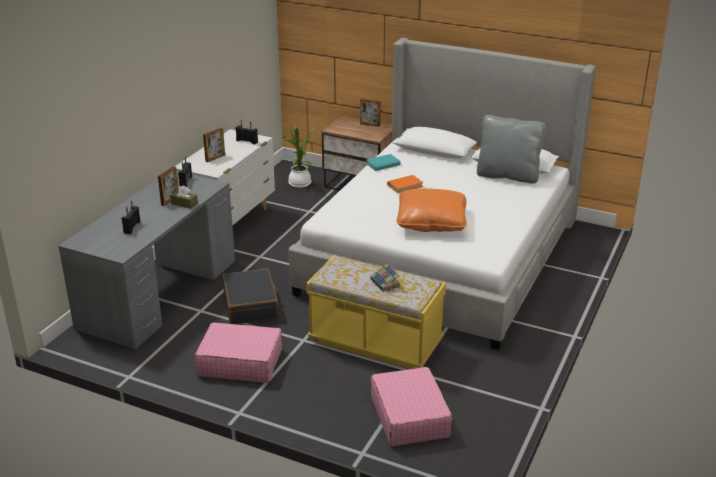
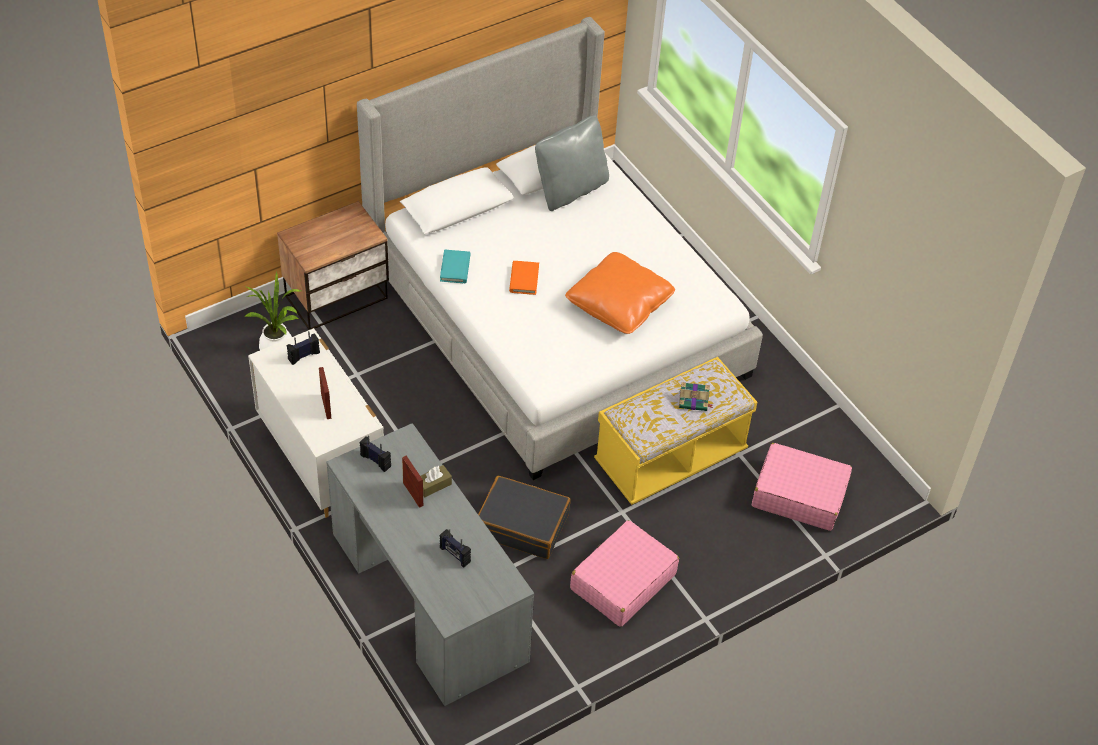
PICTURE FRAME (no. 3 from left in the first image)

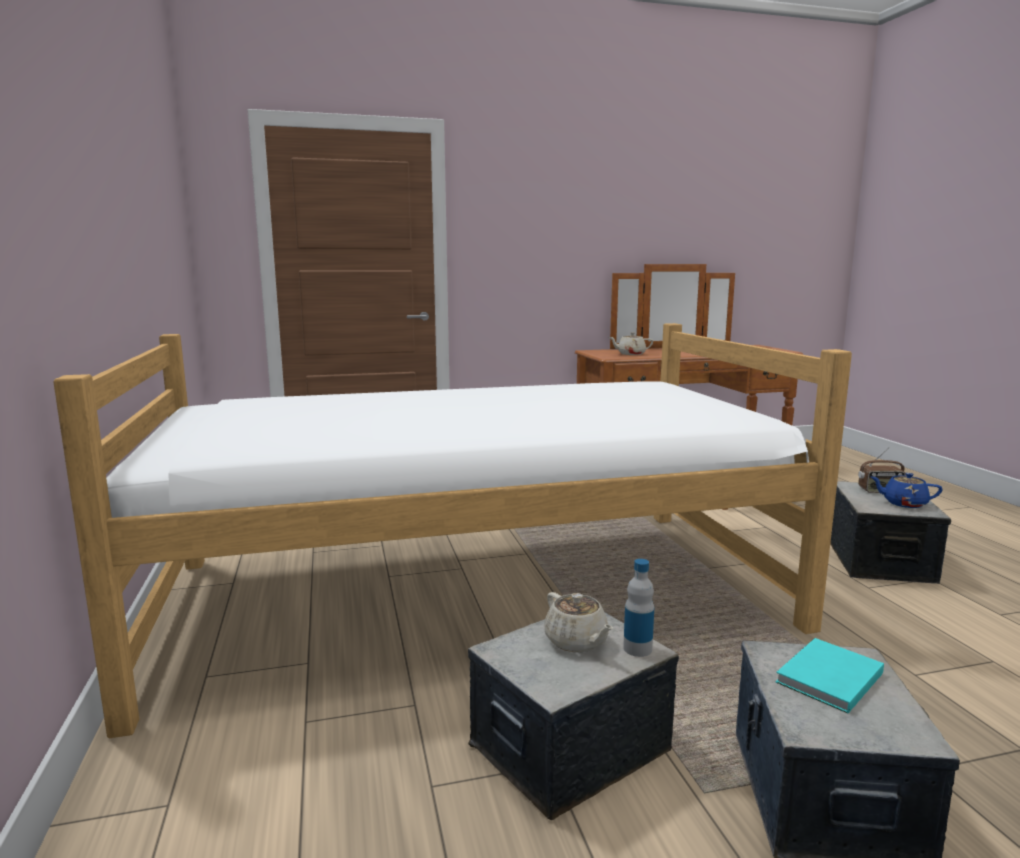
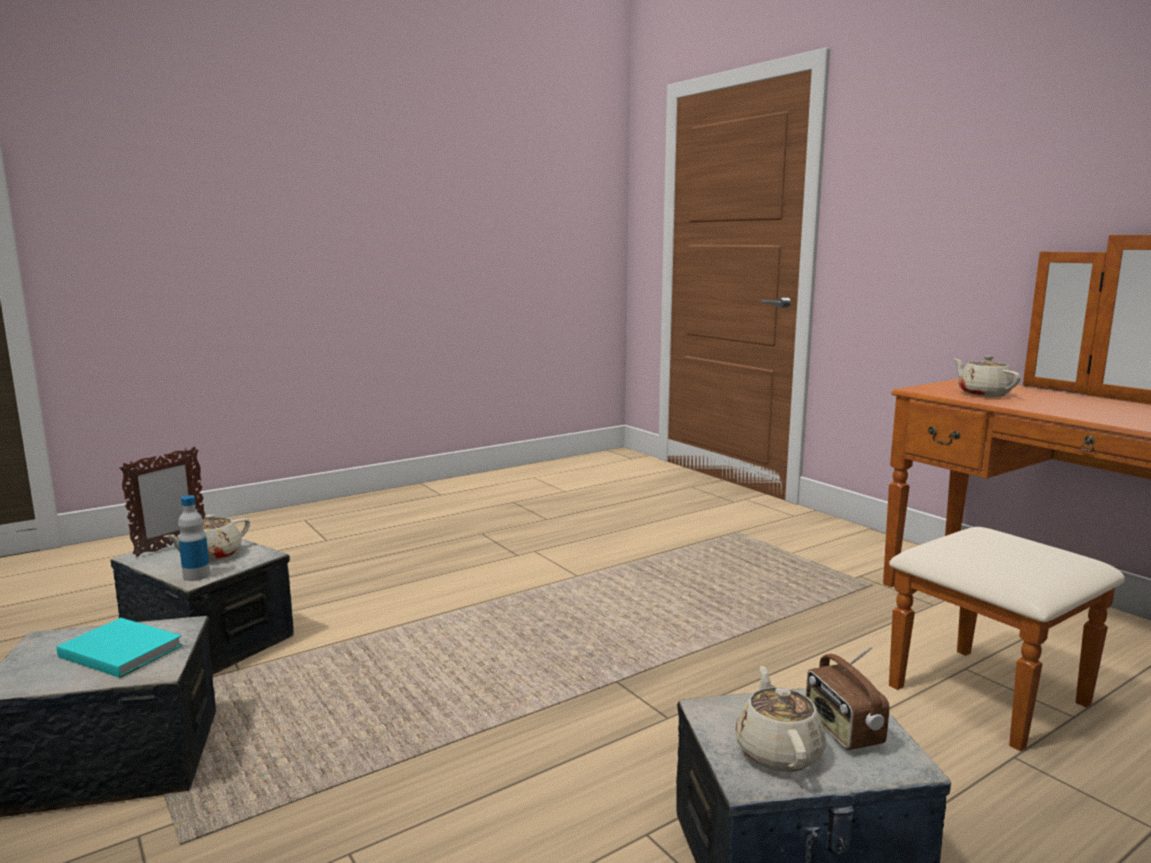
BED
BEIGE TEAPOT (no. 2 from left)
PICTURE FRAME

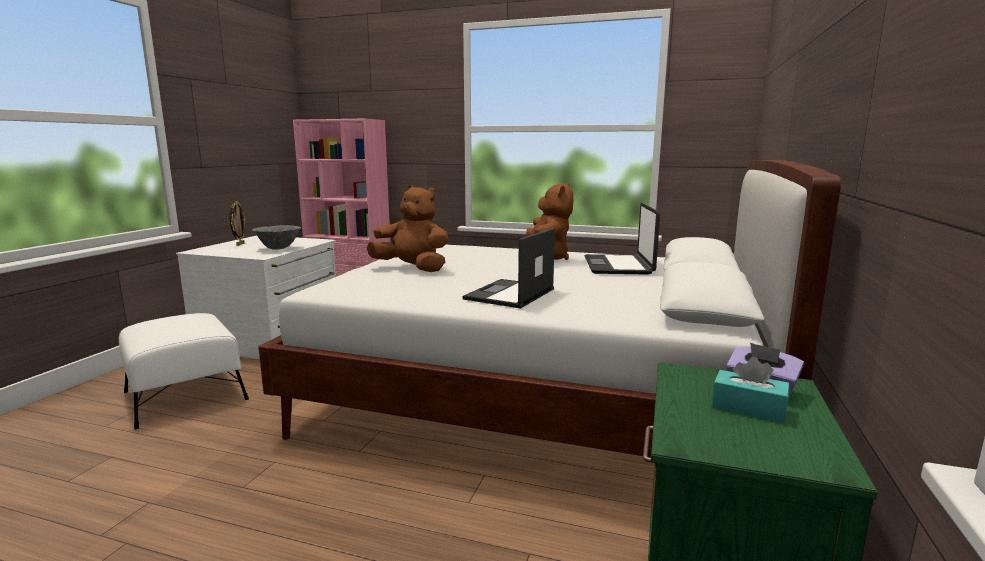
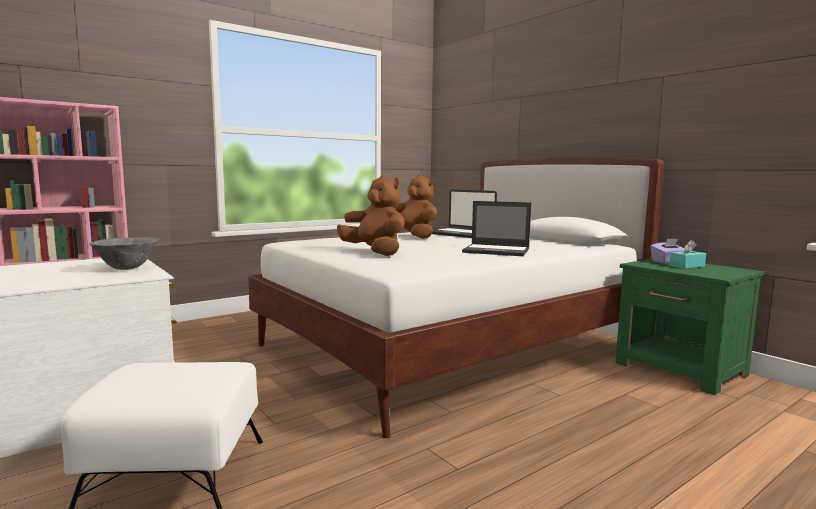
PICTURE FRAME
BROWN PLUSH TOY (no. 1 from left)
LAPTOP (no. 2 from left)

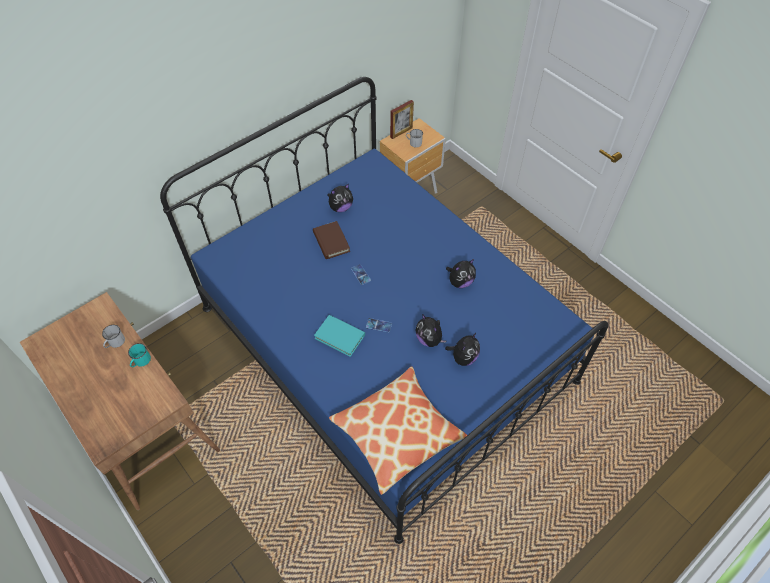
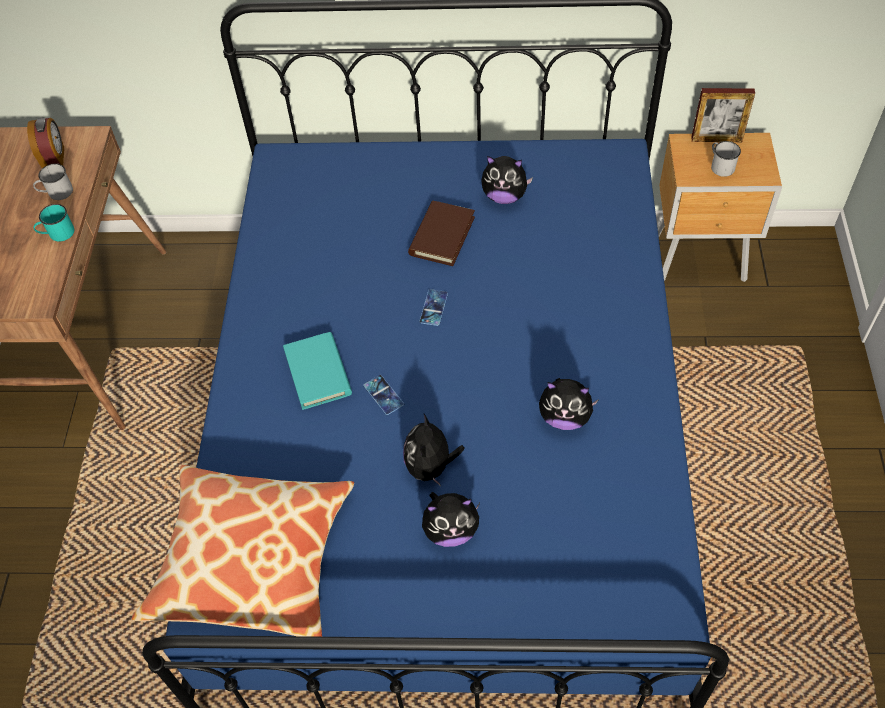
ALARM CLOCK

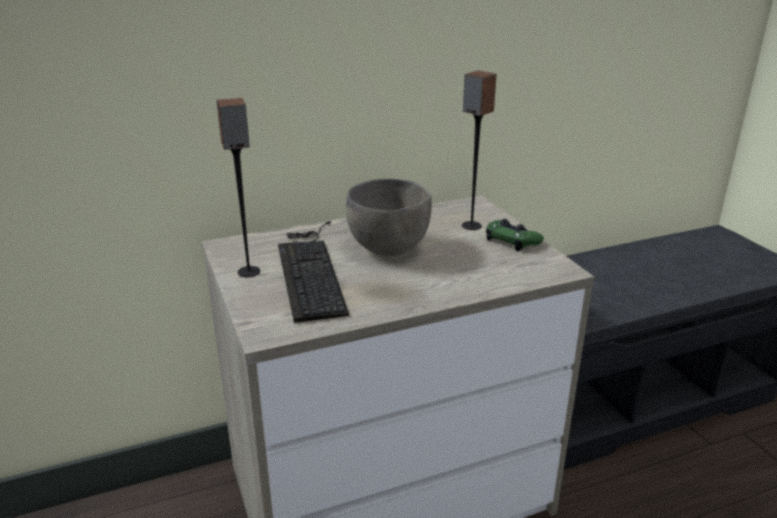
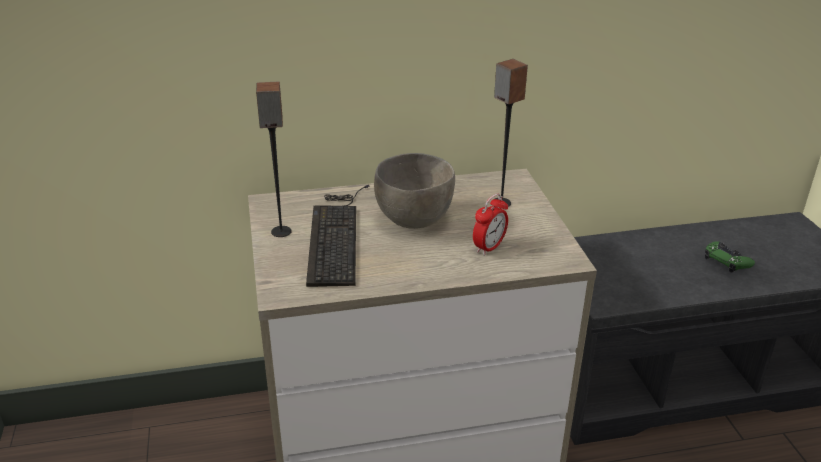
GREEN GAME CONTROLLER
ALARM CLOCK

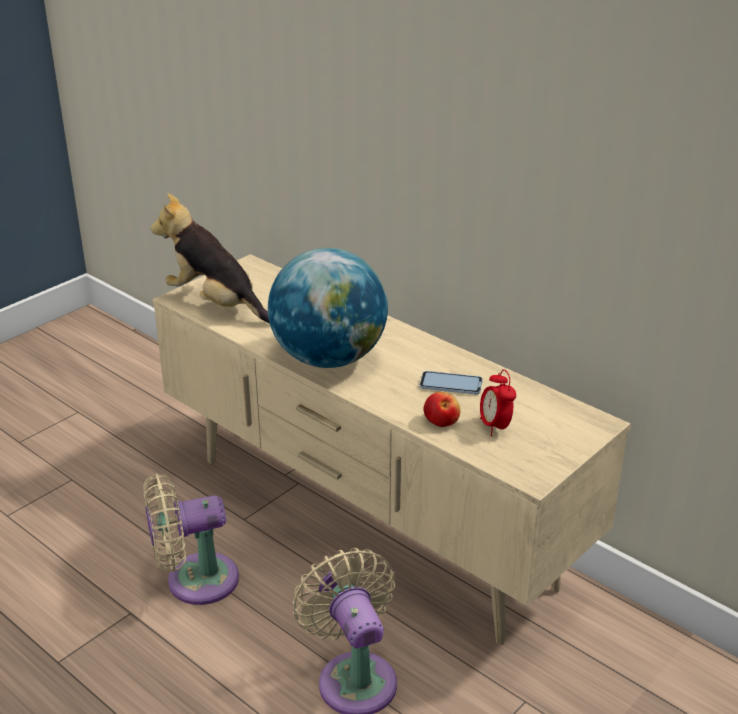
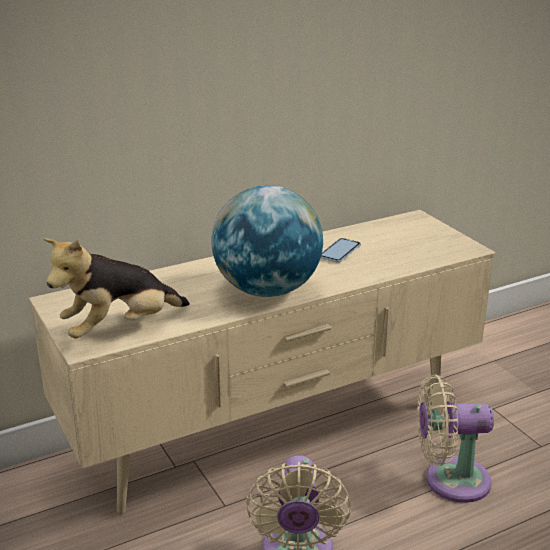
APPLE
ALARM CLOCK

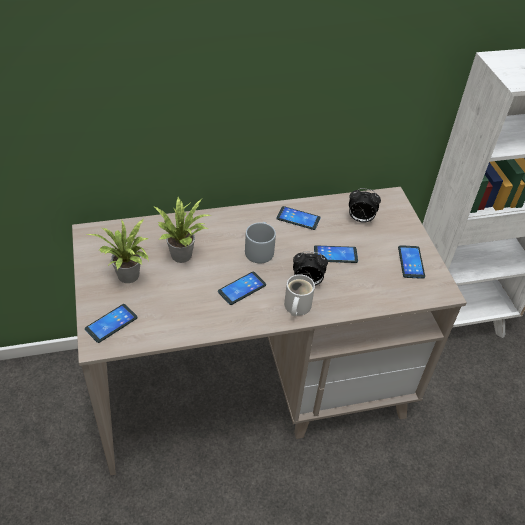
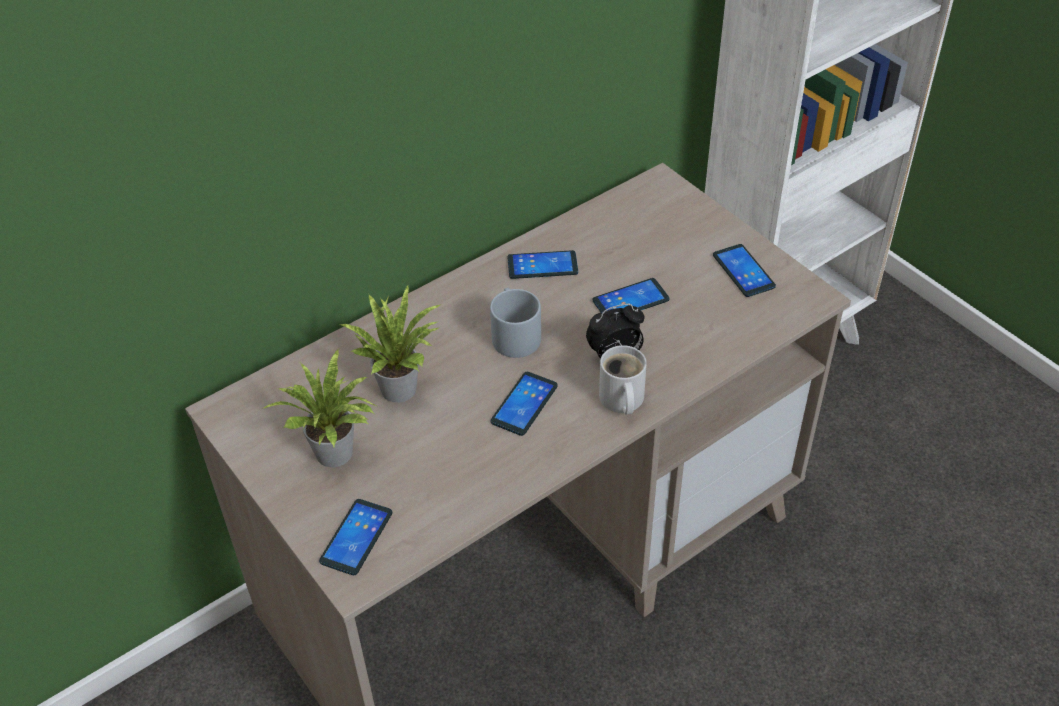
ALARM CLOCK (no. 2 from left in the first image)

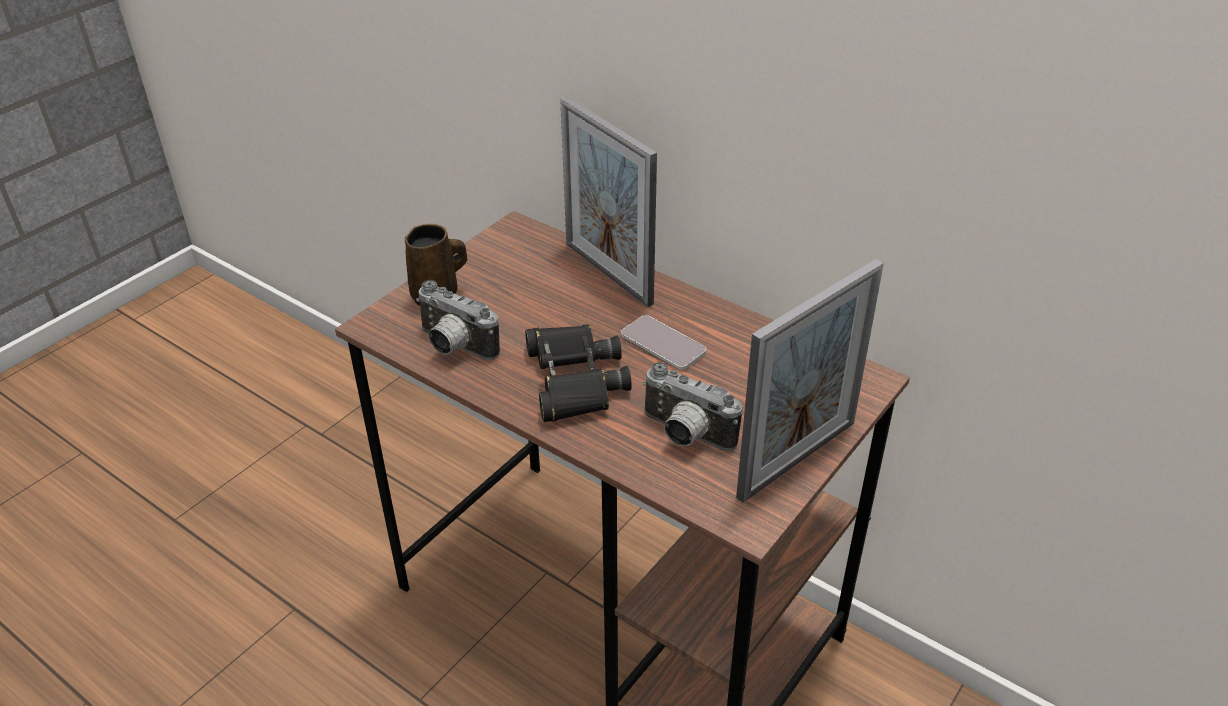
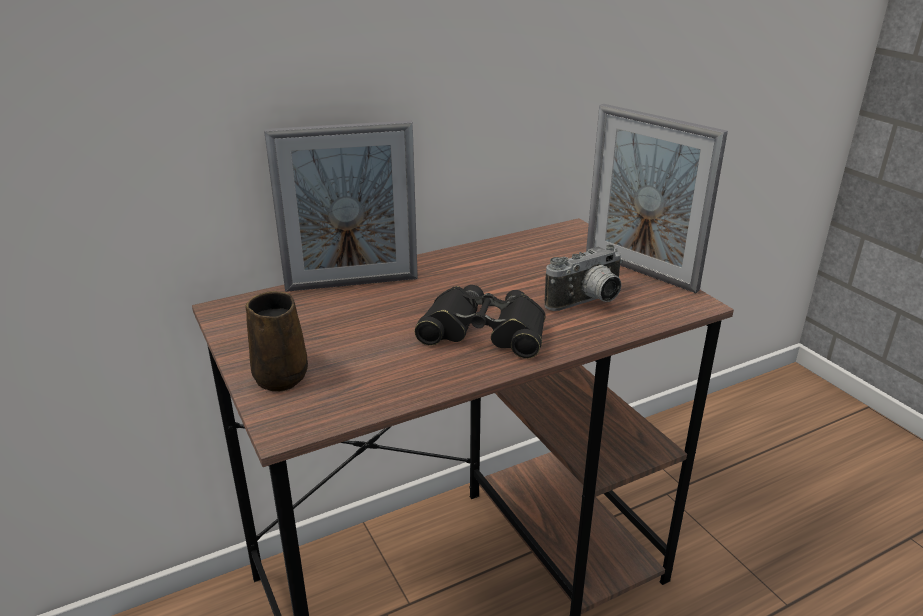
PHOTO CAMERA (no. 1 from left in the first image)
PHONE
PICTURE FRAME (no. 2 from left)

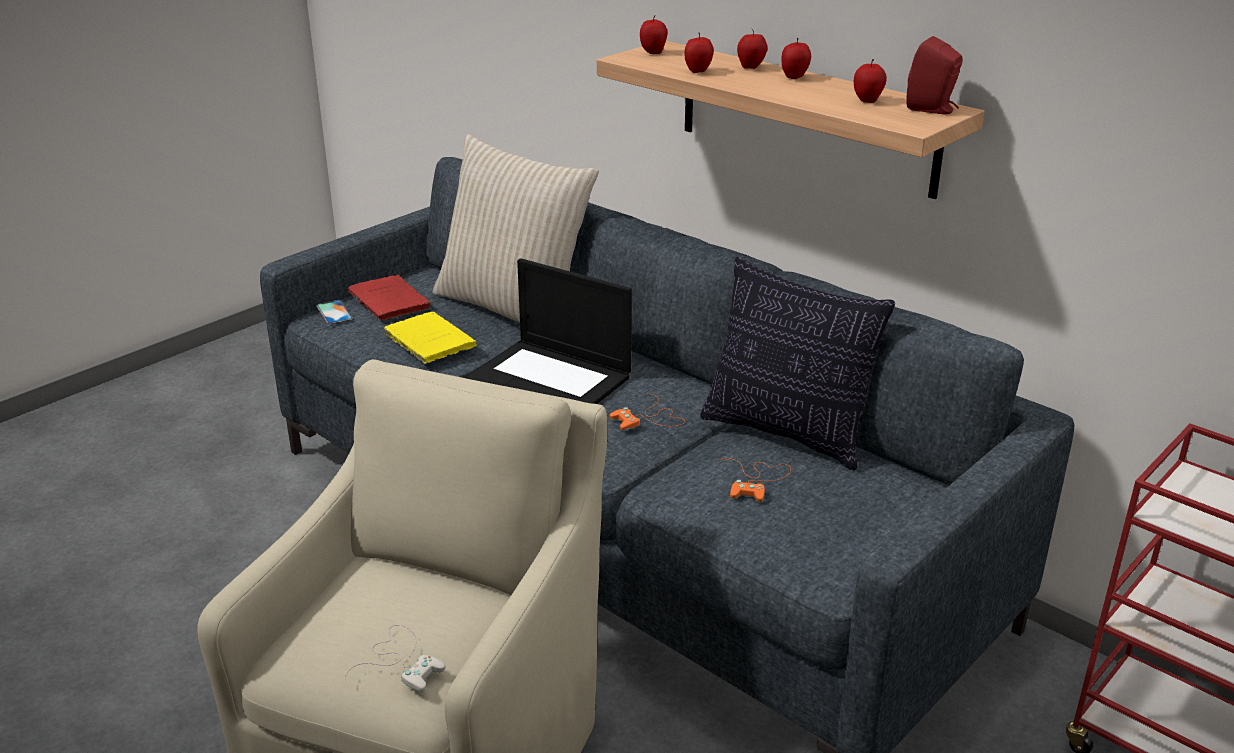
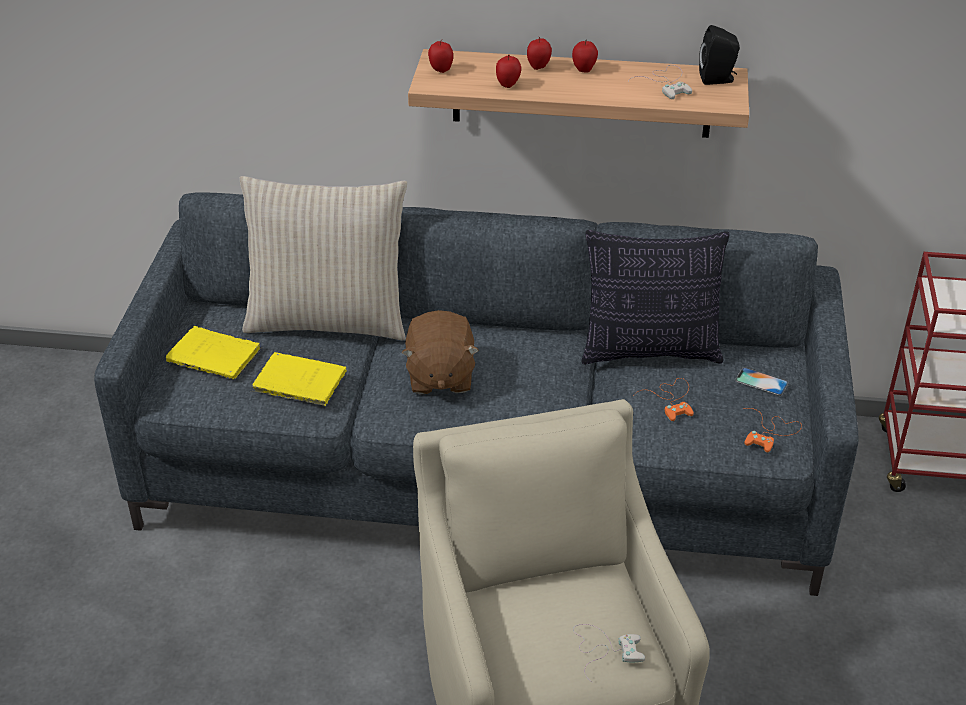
PHONE
YELLOW BOOK (no. 1 from left)
BROWN PLUSH TOY
ORANGE GAME CONTROLLER (no. 2 from left)
WHITE GAME CONTROLLER (no. 2 from left)
BLACK SPEAKER

